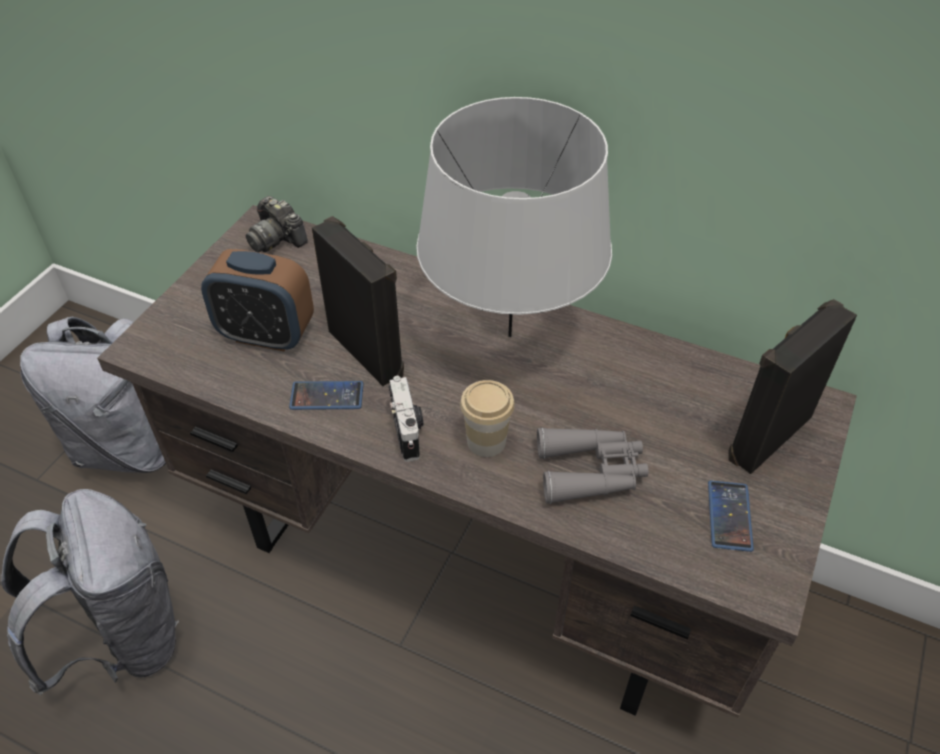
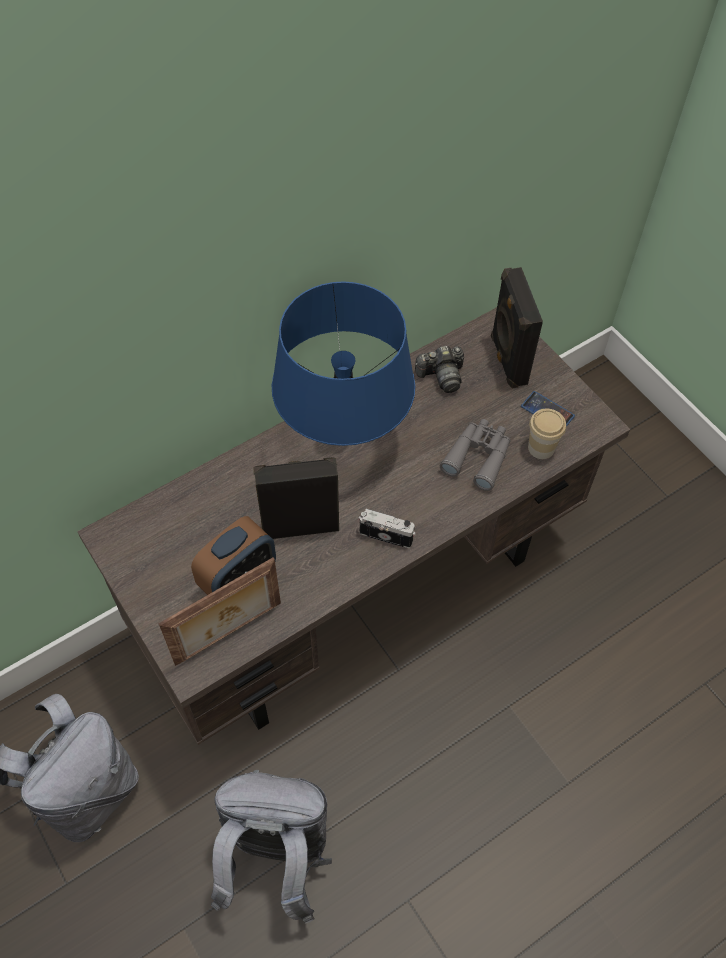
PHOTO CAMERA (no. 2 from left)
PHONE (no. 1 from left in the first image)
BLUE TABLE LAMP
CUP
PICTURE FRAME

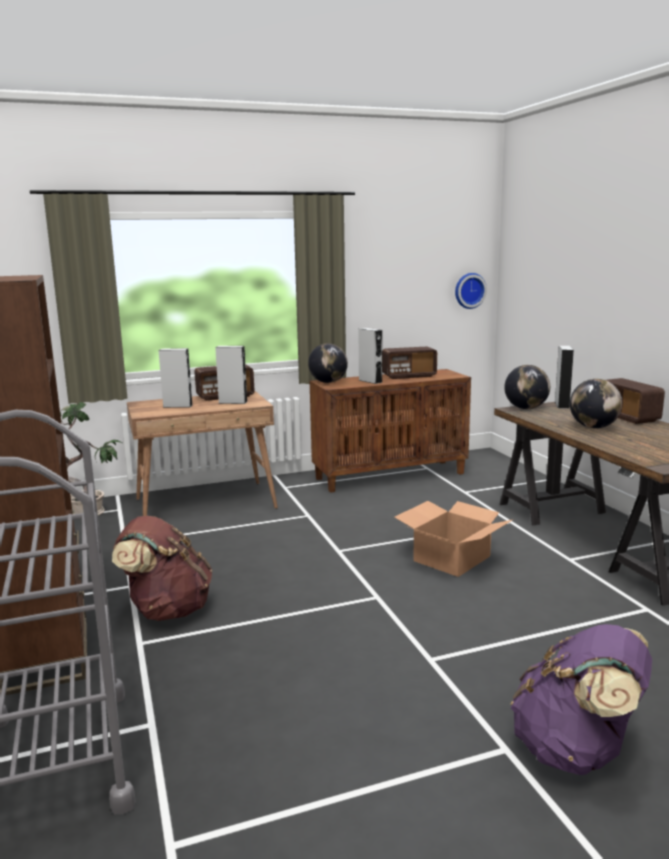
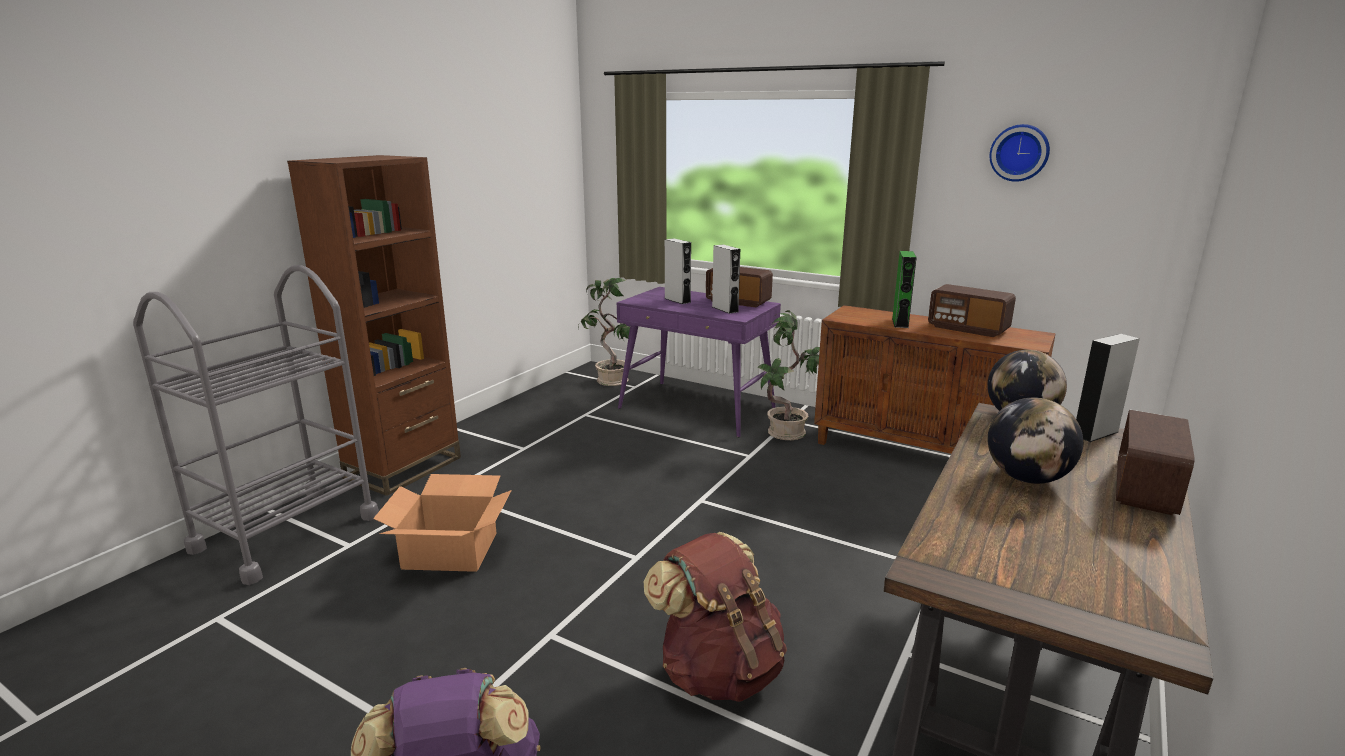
BROWN BACKPACK
PURPLE DESK
GLOBE (no. 1 from left in the first image)
GREEN SPEAKER
CARDBOARD BOX
WALL CLOCK
POTTED PLANT (no. 2 from left)

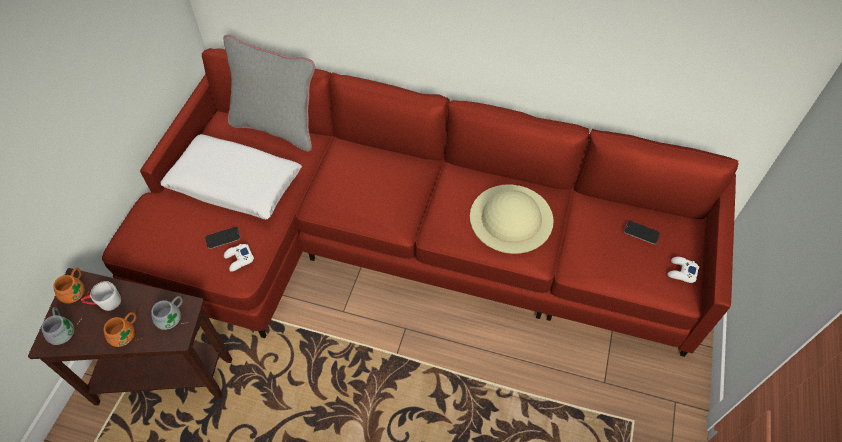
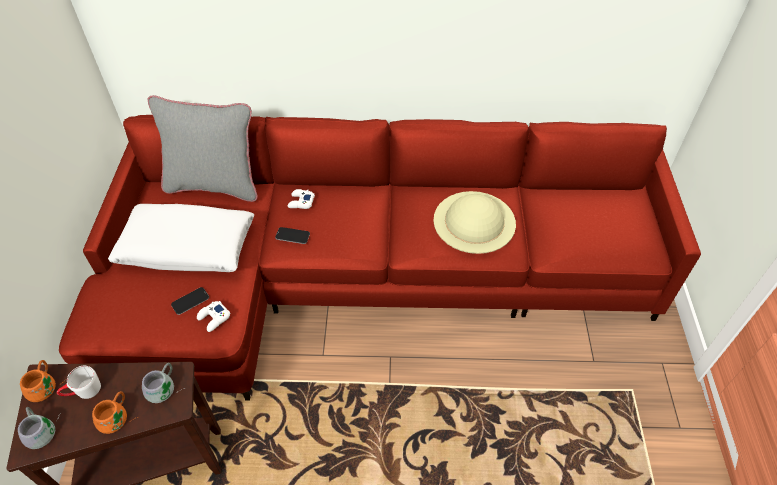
PHONE (no. 2 from left)
WHITE GAME CONTROLLER (no. 2 from left)

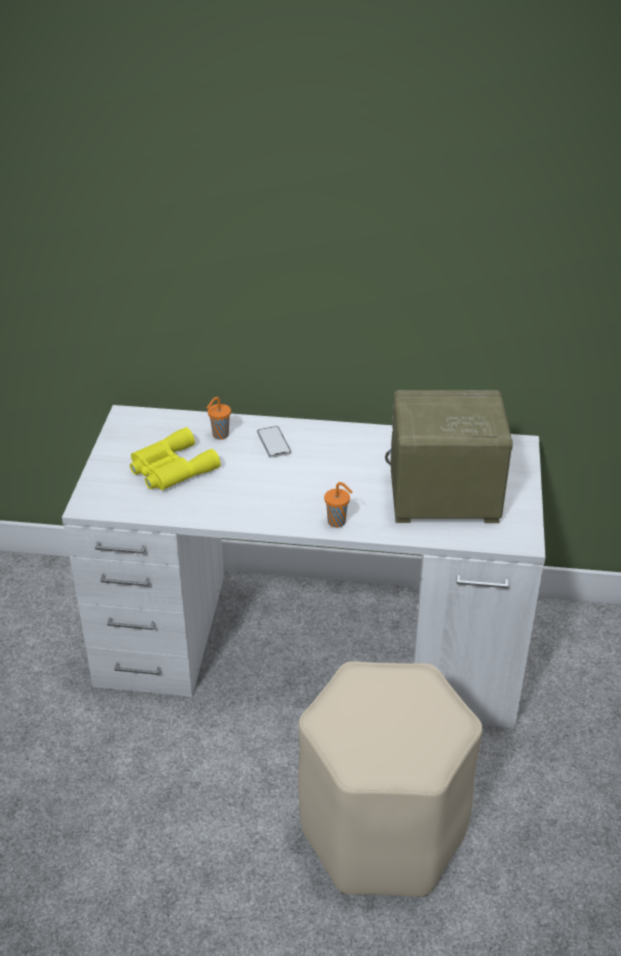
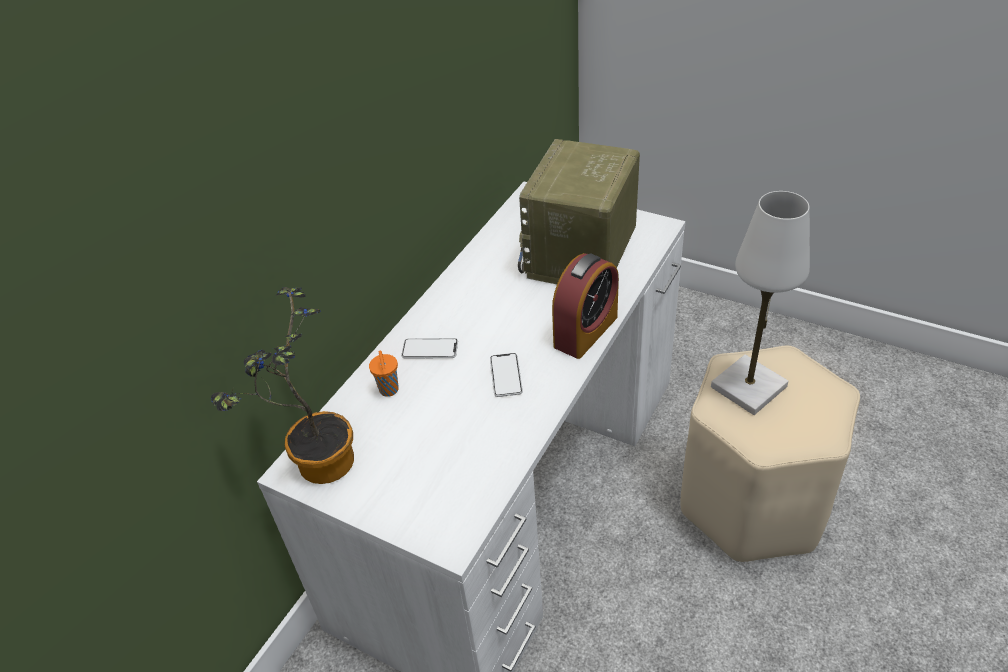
YELLOW BINOCULARS
ALARM CLOCK
POTTED PLANT
PHONE (no. 2 from left)
WHITE TABLE LAMP

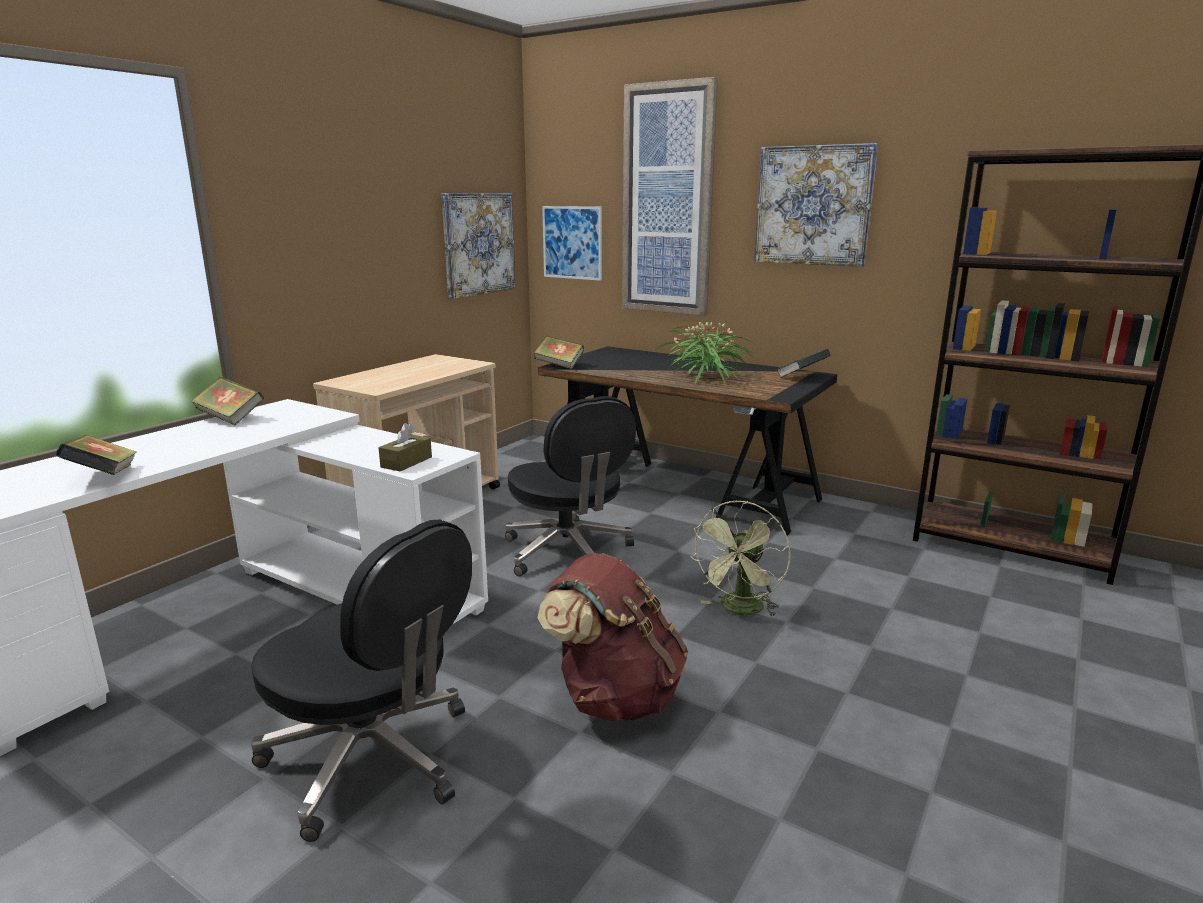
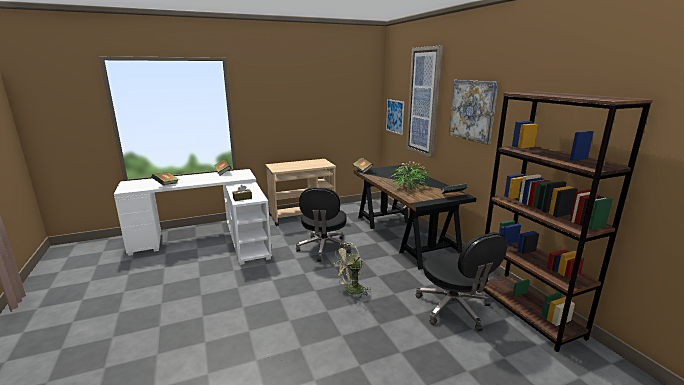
BLACK OFFICE CHAIR (no. 2 from left)
PICTURE (no. 1 from left in the first image)
BROWN BACKPACK

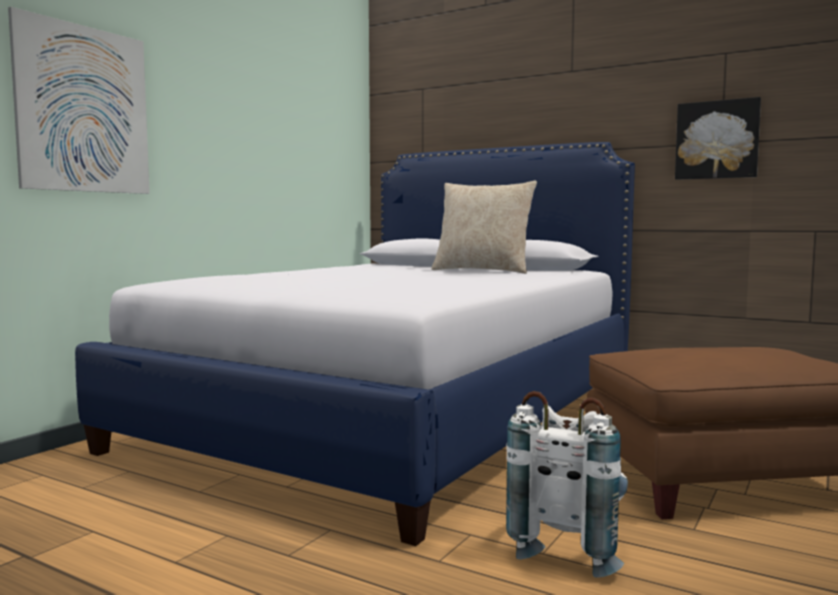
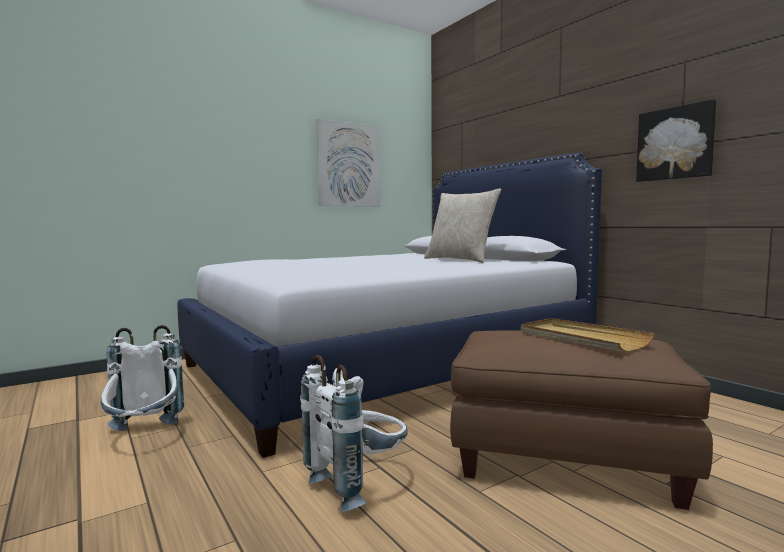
PICTURE (no. 1 from left)
WHITE BACKPACK (no. 1 from left)
BEIGE TRAY

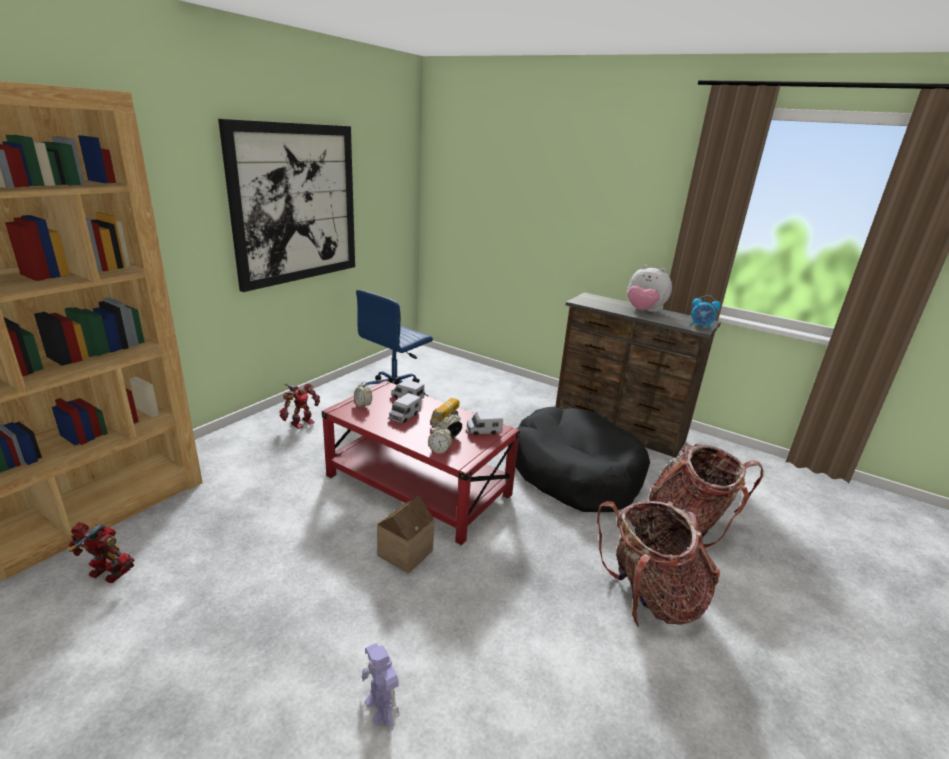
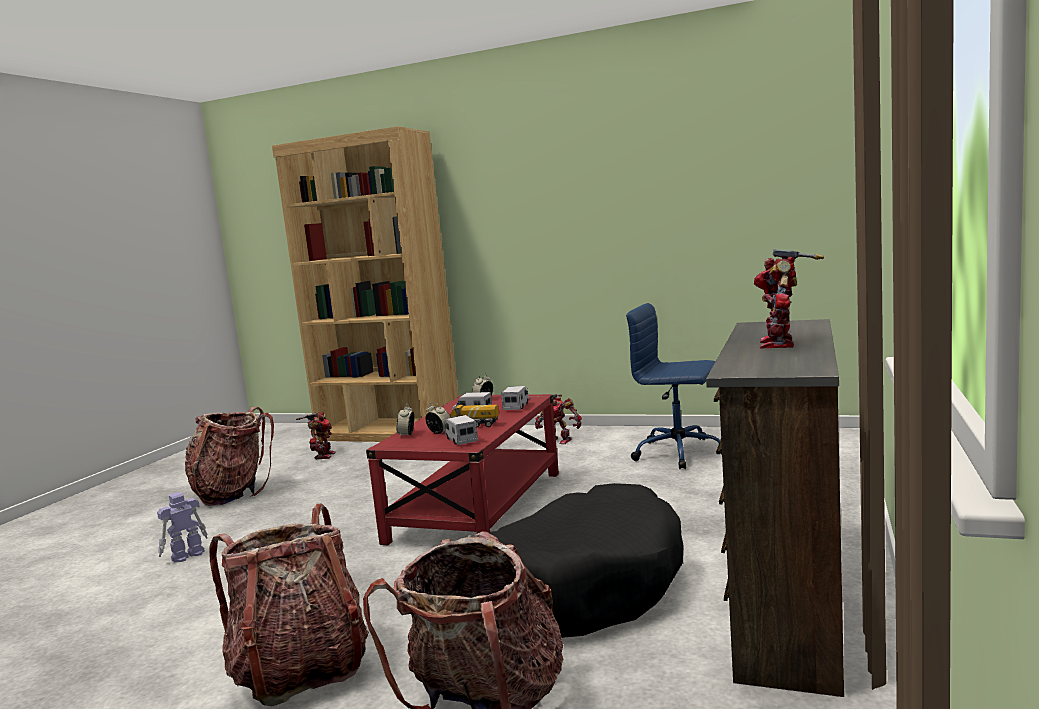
PICTURE
TOY HOUSE
TOY ROBOT (no. 4 from left)
ALARM CLOCK (no. 4 from left in the first image)
BACKPACK (no. 1 from left)

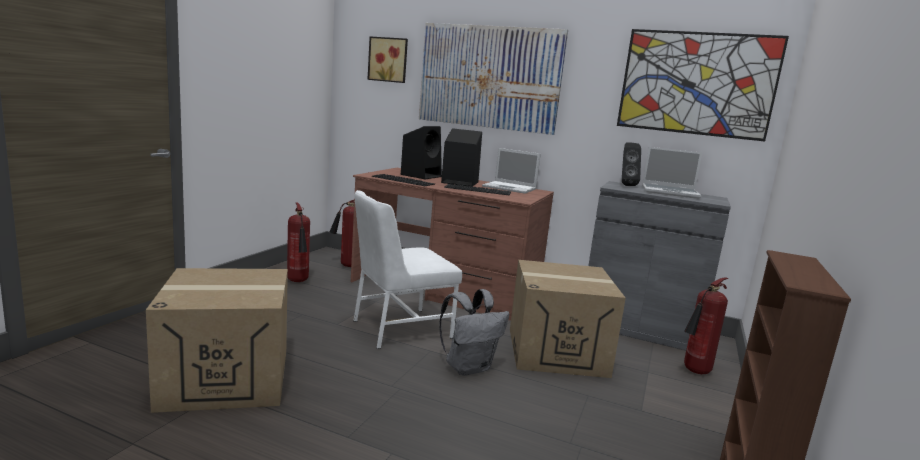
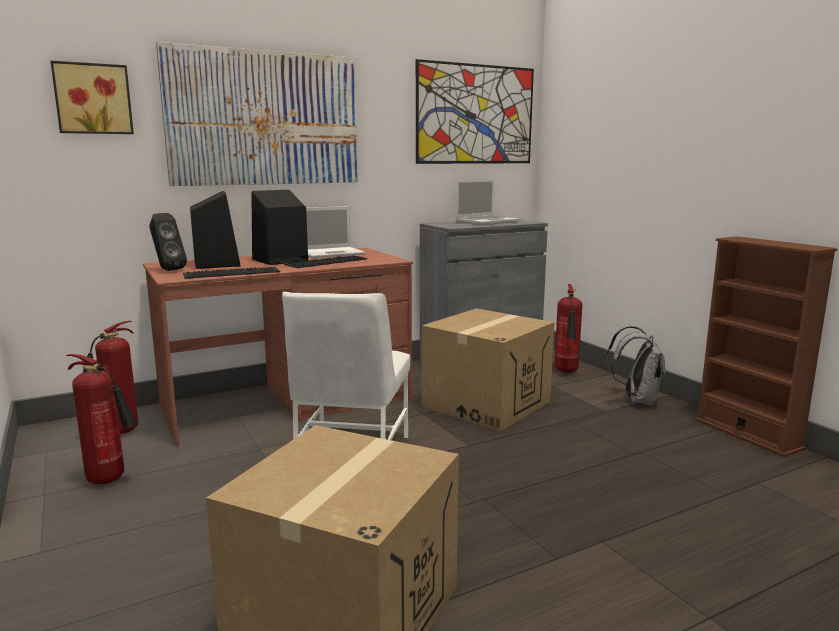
GREY BACKPACK
BLACK SPEAKER (no. 1 from left)

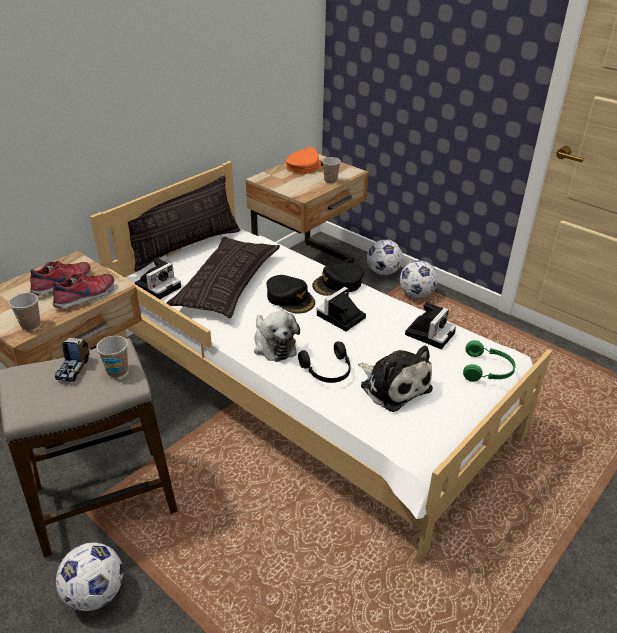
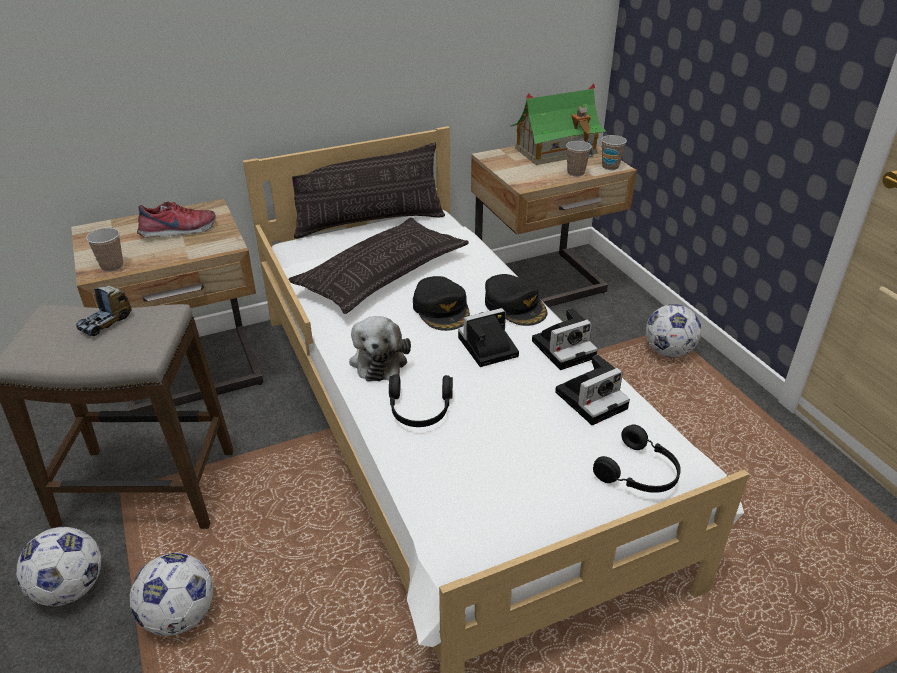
SHOE (no. 2 from left in the first image)
CUP (no. 3 from left)
PHOTO CAMERA (no. 2 from left)
TOY HOUSE
BLACK CAP (no. 2 from left)
PLUSH TOY (no. 2 from left in the first image)
FOOTBALL (no. 2 from left)
BLACK HEADPHONES (no. 2 from left)

